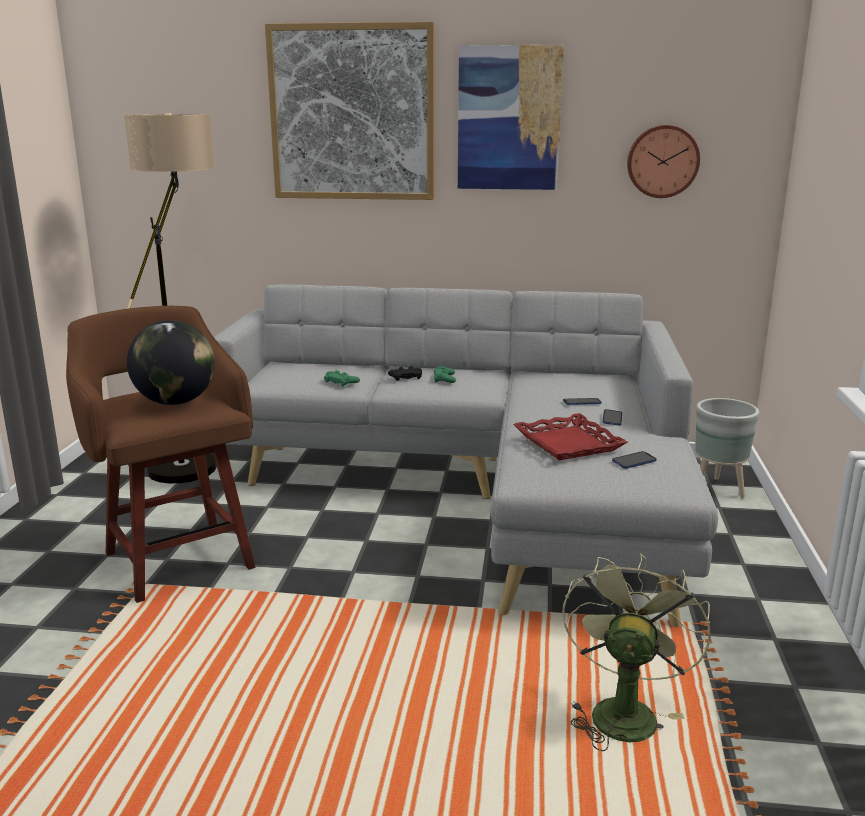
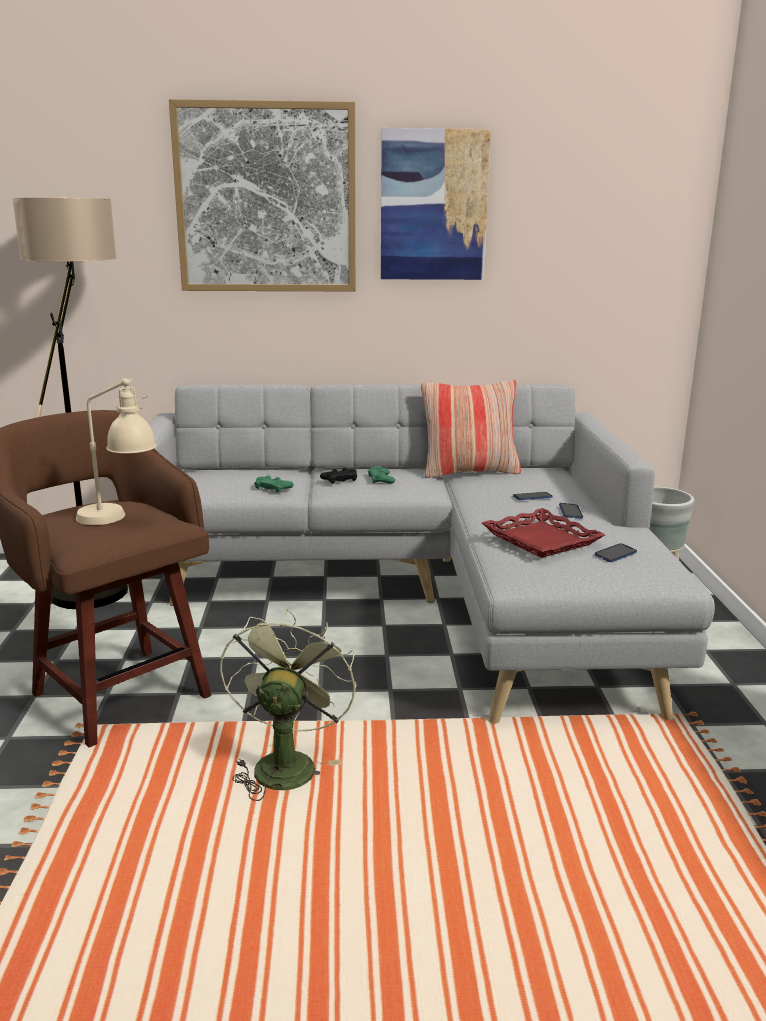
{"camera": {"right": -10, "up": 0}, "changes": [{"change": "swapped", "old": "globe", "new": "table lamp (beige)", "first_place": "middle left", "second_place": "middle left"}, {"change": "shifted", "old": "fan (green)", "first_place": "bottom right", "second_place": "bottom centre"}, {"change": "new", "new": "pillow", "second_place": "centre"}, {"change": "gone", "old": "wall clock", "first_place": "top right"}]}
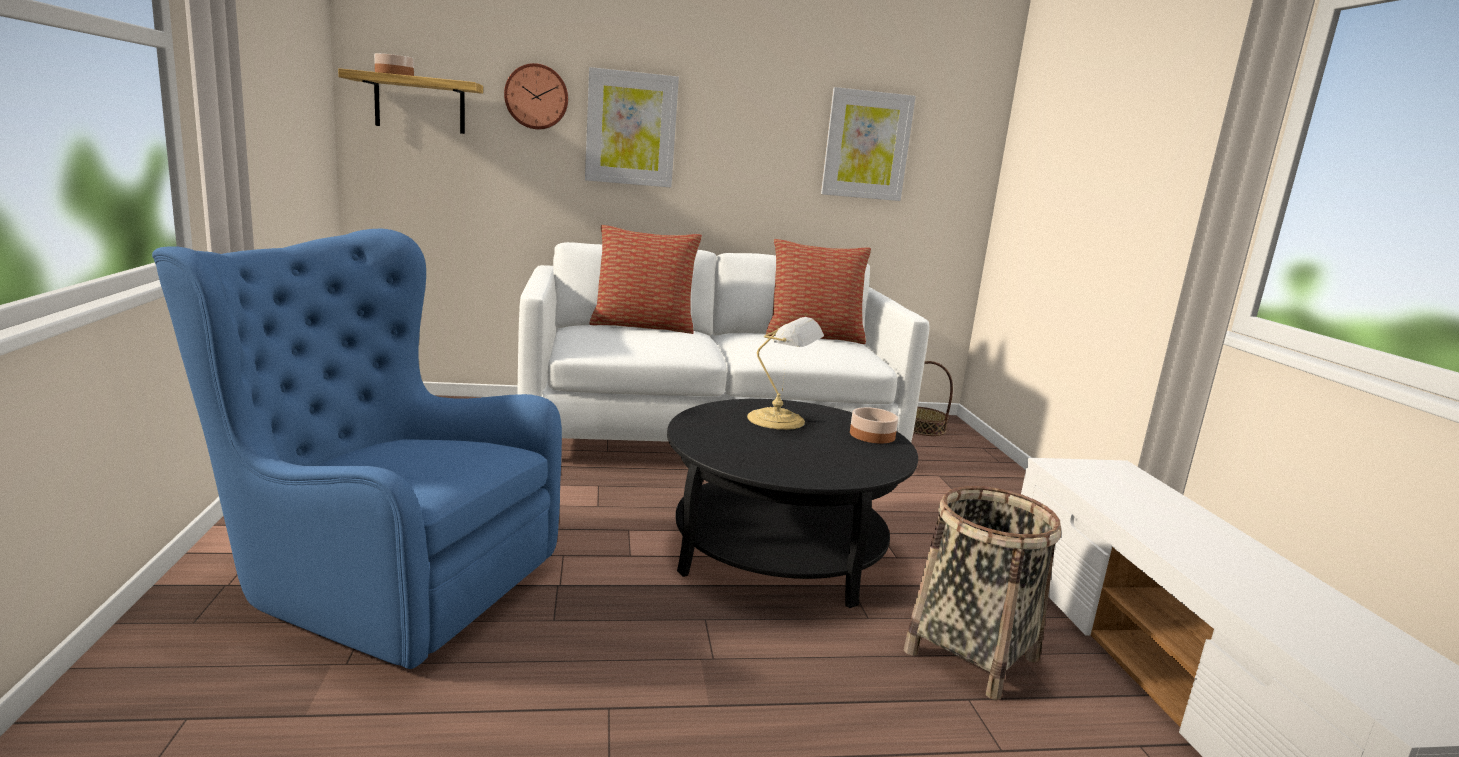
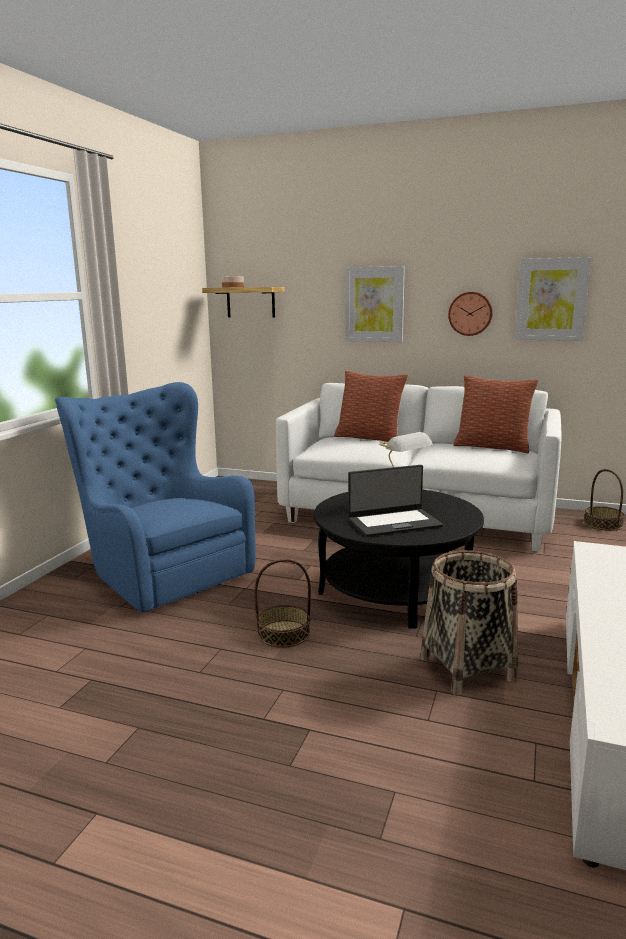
{"camera": {"right": 30, "up": 0}, "changes": [{"change": "new", "new": "basket (no. 1 from left)", "second_place": "centre"}, {"change": "new", "new": "laptop", "second_place": "centre"}, {"change": "shifted", "old": "wall clock", "first_place": "top centre", "second_place": "middle right"}, {"change": "gone", "old": "bowl (no. 2 from left)", "first_place": "centre"}]}
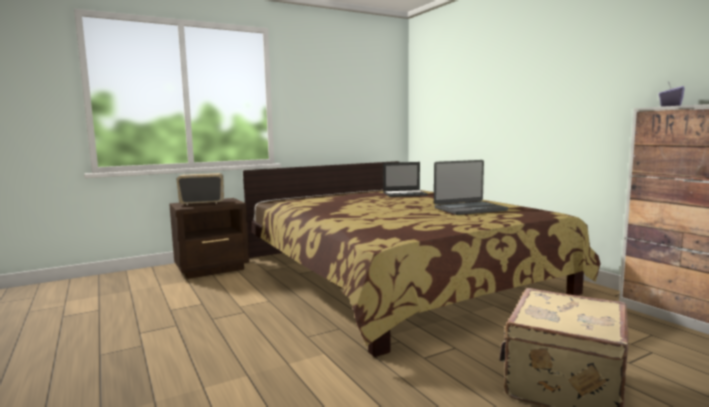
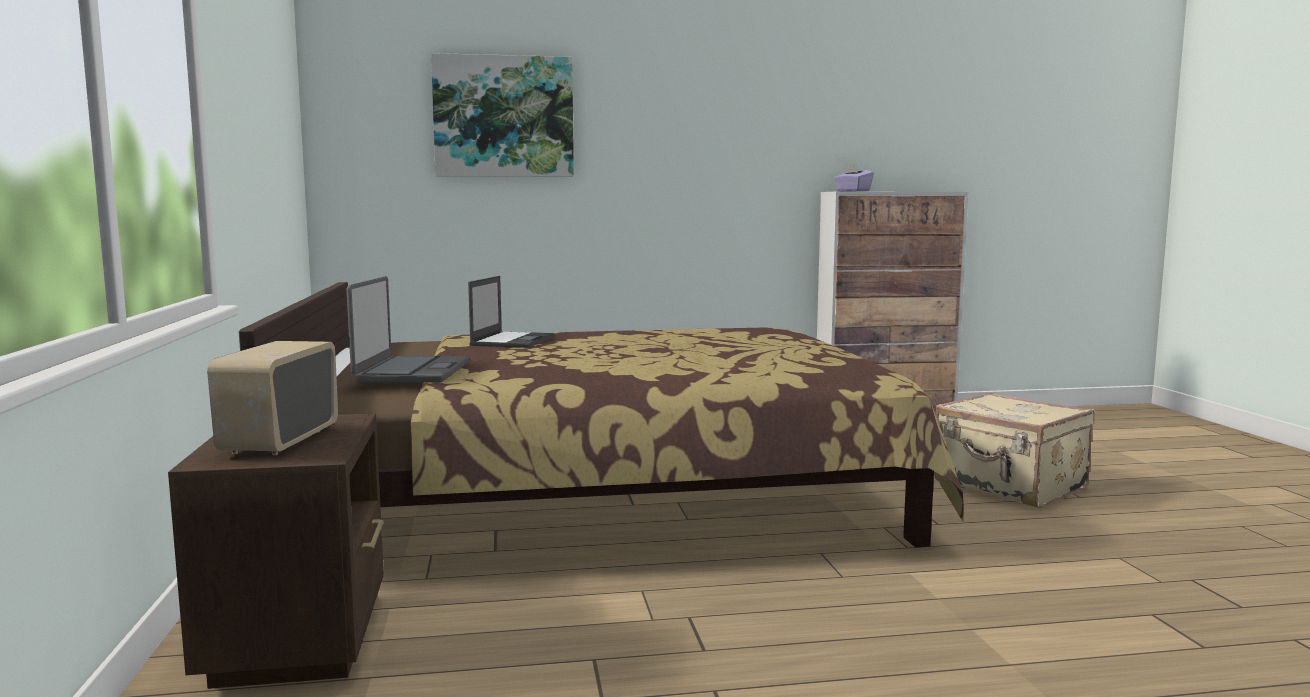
{"camera": {"right": -70, "up": 0}, "changes": [{"change": "shifted", "old": "laptop (no. 2 from left in the first image)", "new": "laptop (no. 1 from left)", "first_place": "centre", "second_place": "middle left"}, {"change": "new", "new": "picture", "second_place": "top centre"}]}
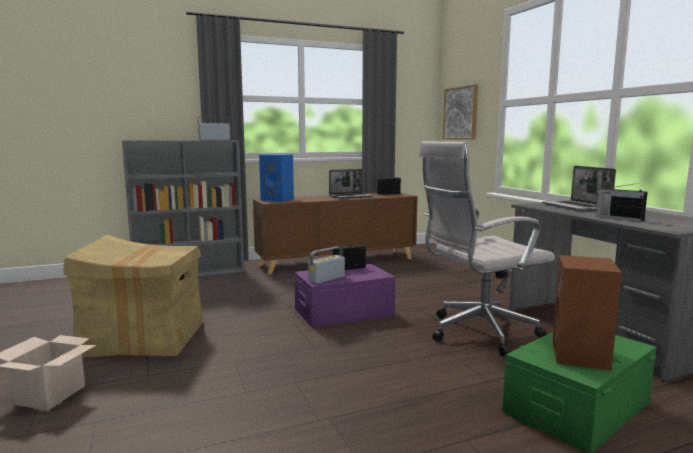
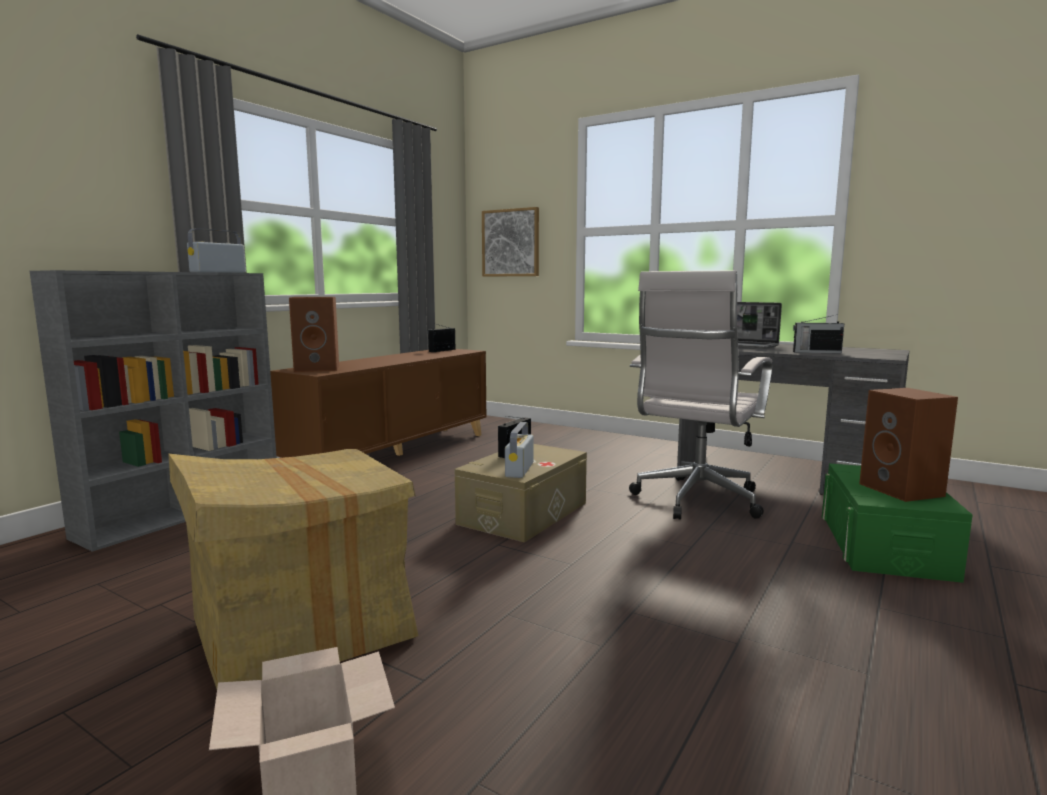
{"camera": {"right": -35, "up": 0}, "changes": [{"change": "repainted", "old": "speaker (blue)", "new": "speaker (brown) (no. 1 from left)", "first_place": "centre", "second_place": "middle left"}, {"change": "repainted", "old": "storage box (purple)", "new": "storage box (beige)", "first_place": "centre", "second_place": "centre"}, {"change": "gone", "old": "laptop (no. 1 from left)", "first_place": "centre"}]}
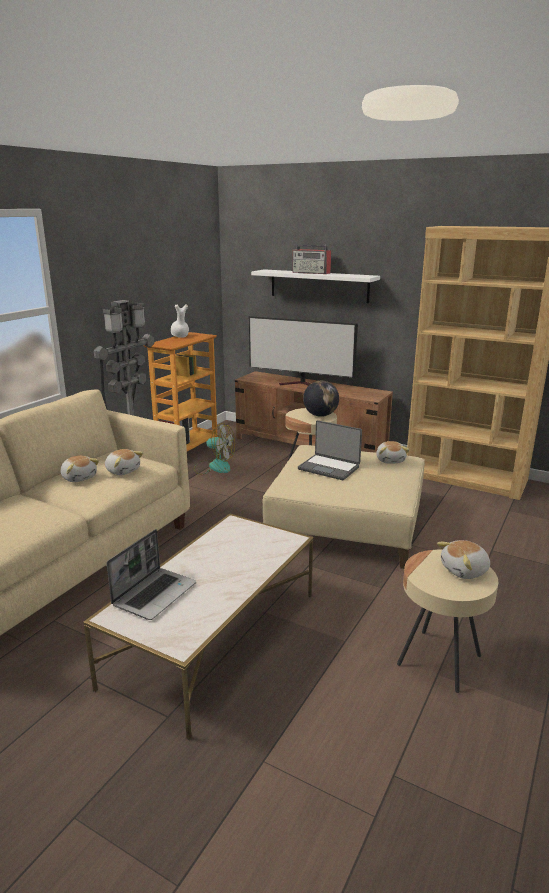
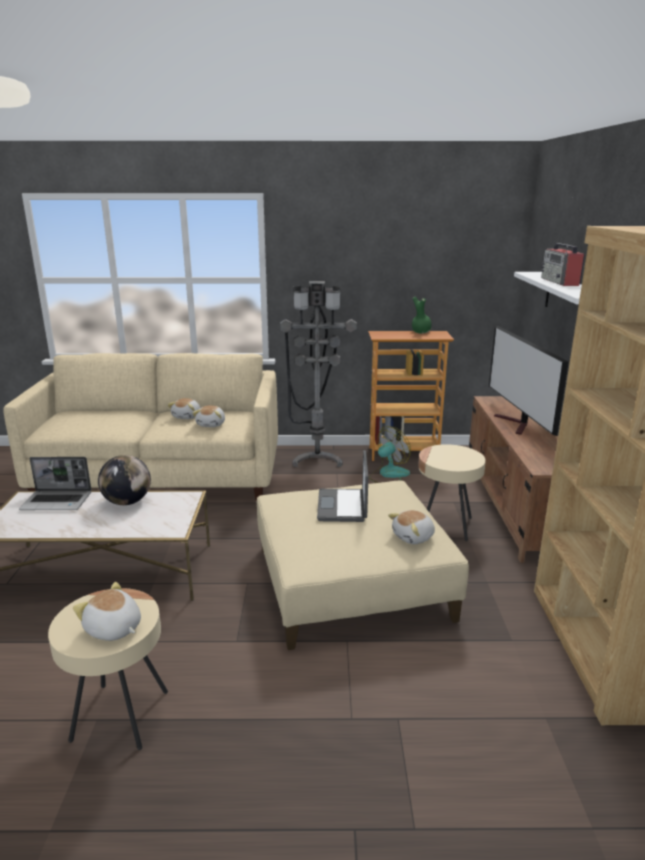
{"camera": {"right": 60, "up": 0}, "changes": [{"change": "shifted", "old": "globe", "first_place": "centre", "second_place": "middle left"}, {"change": "rotated", "old": "fan", "first_place": "centre", "second_place": "centre", "degrees": -120}, {"change": "repainted", "old": "vase (white)", "new": "vase (green)", "first_place": "middle left", "second_place": "centre"}]}
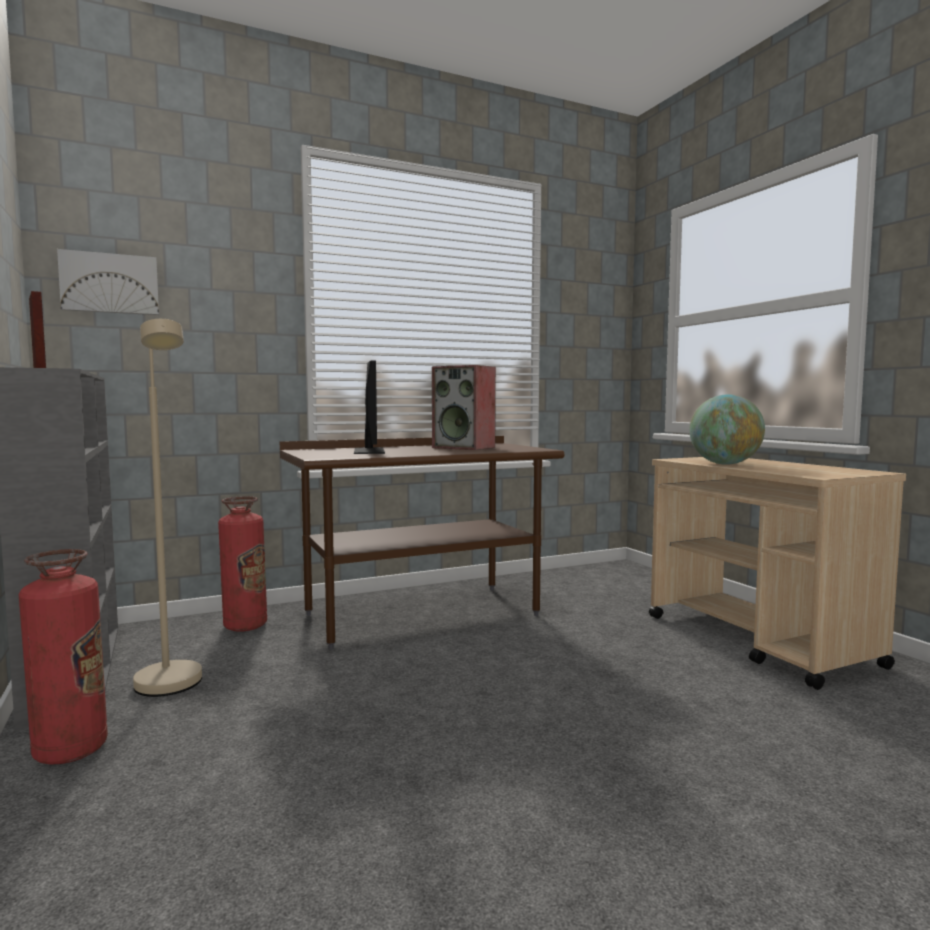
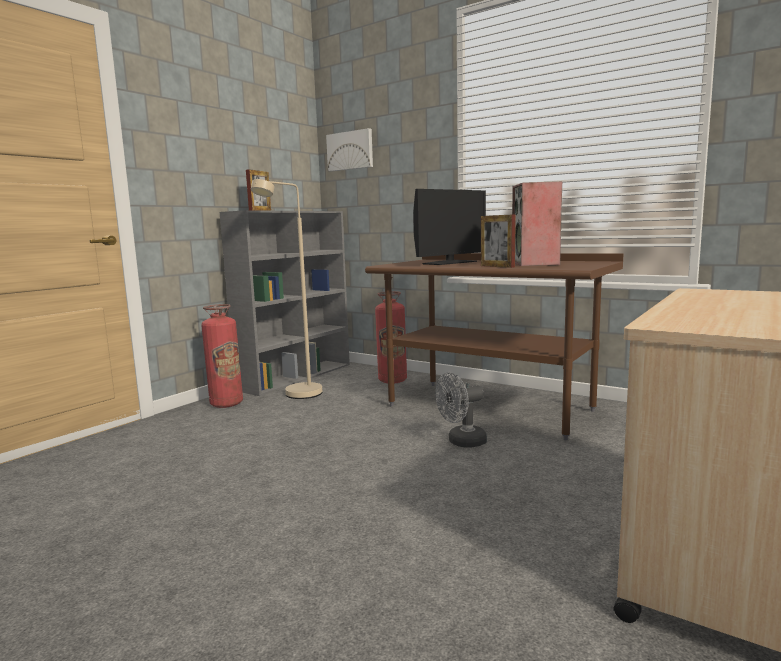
{"camera": {"right": 60, "up": 5}, "changes": [{"change": "new", "new": "fan (grey)", "second_place": "centre"}, {"change": "new", "new": "picture frame (no. 2 from left)", "second_place": "centre"}, {"change": "gone", "old": "globe", "first_place": "middle right"}]}
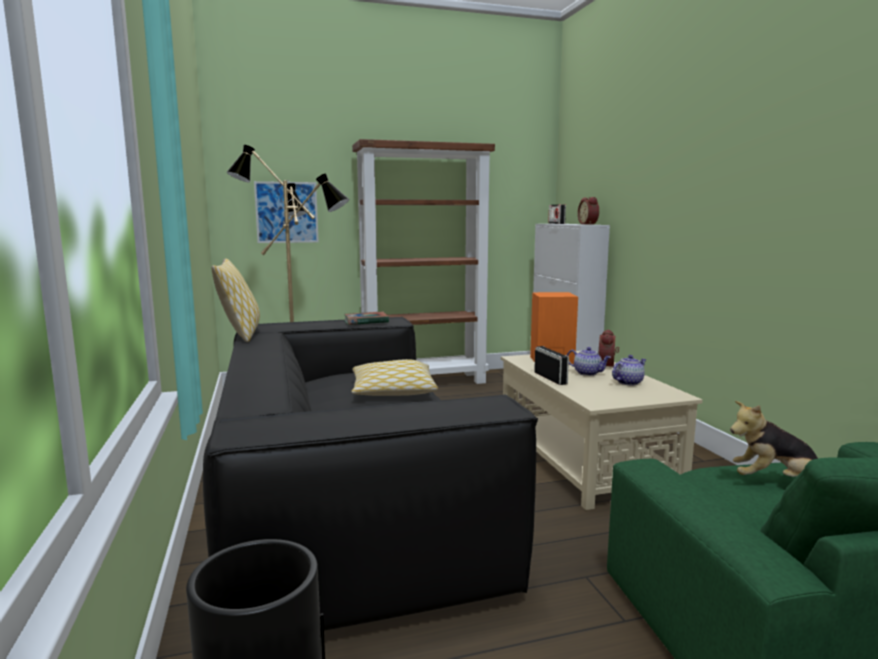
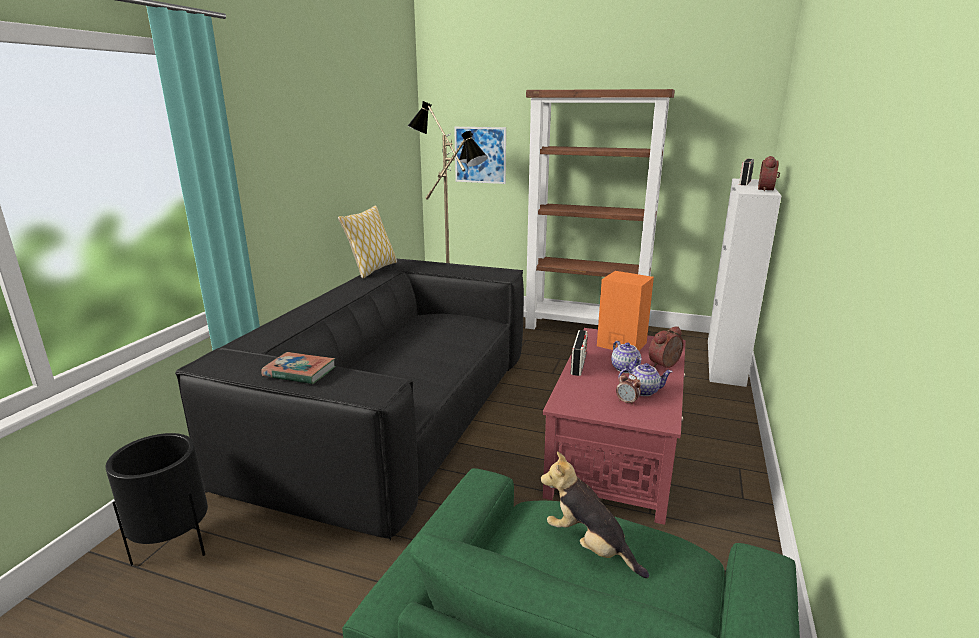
{"camera": {"right": 35, "up": 10}, "changes": [{"change": "shifted", "old": "book", "first_place": "centre", "second_place": "middle left"}, {"change": "repainted", "old": "coffee table (beige)", "new": "coffee table (red)", "first_place": "middle right", "second_place": "bottom centre"}, {"change": "new", "new": "alarm clock (no. 1 from left)", "second_place": "centre"}, {"change": "gone", "old": "pillow (no. 2 from left)", "first_place": "centre"}]}
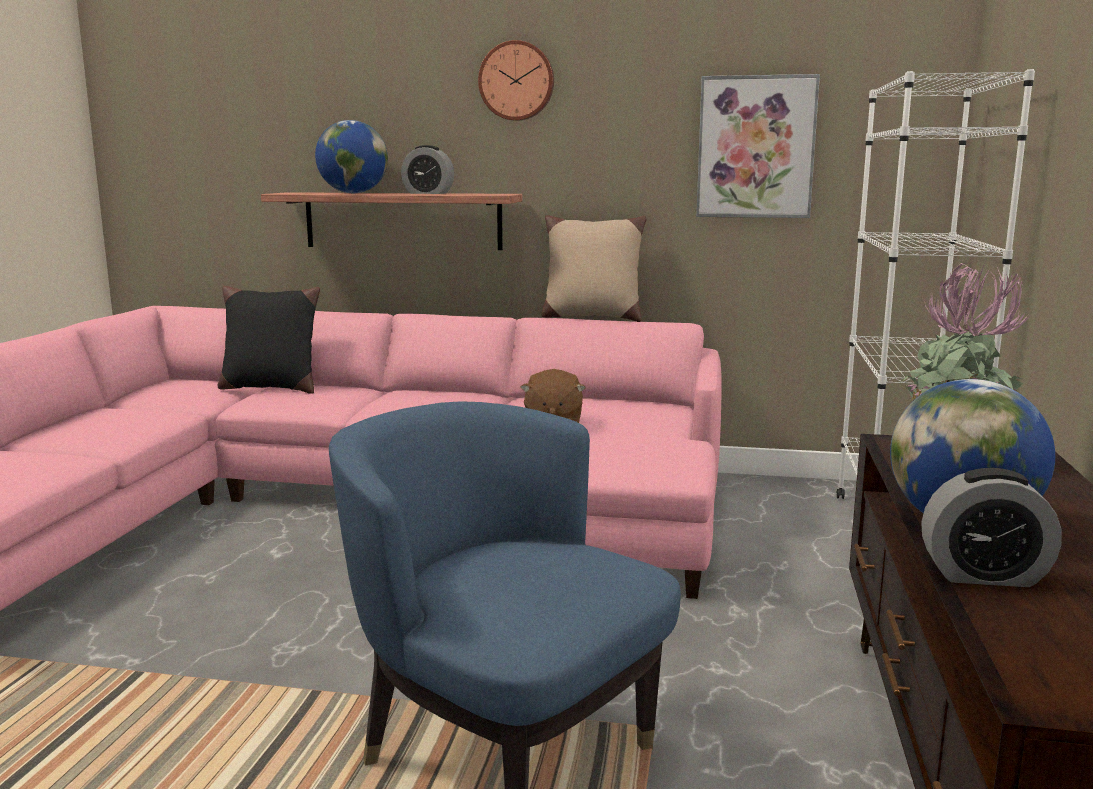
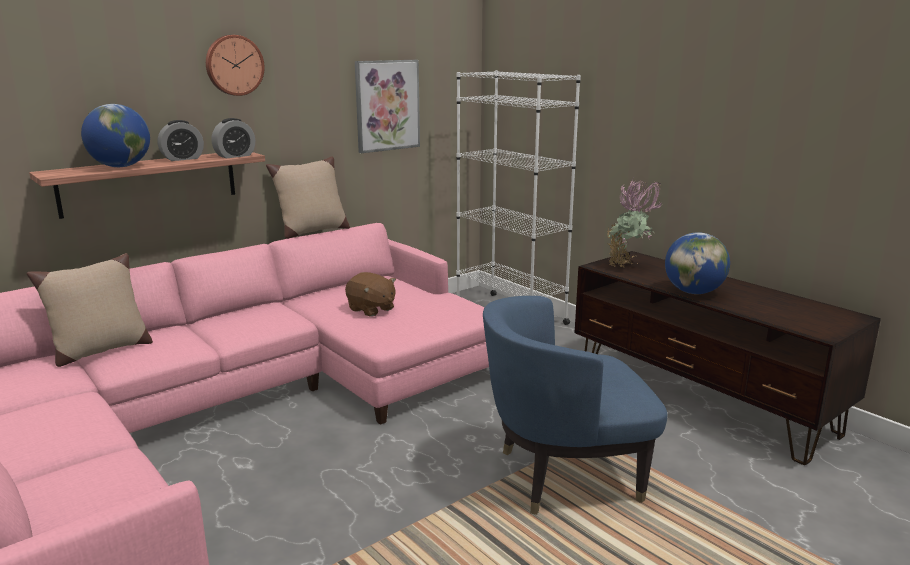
{"camera": {"right": -50, "up": 5}, "changes": [{"change": "repainted", "old": "pillow (black)", "new": "pillow (beige) (no. 1 from left)", "first_place": "middle left", "second_place": "middle left"}, {"change": "shifted", "old": "alarm clock (no. 2 from left)", "first_place": "bottom right", "second_place": "top left"}]}
